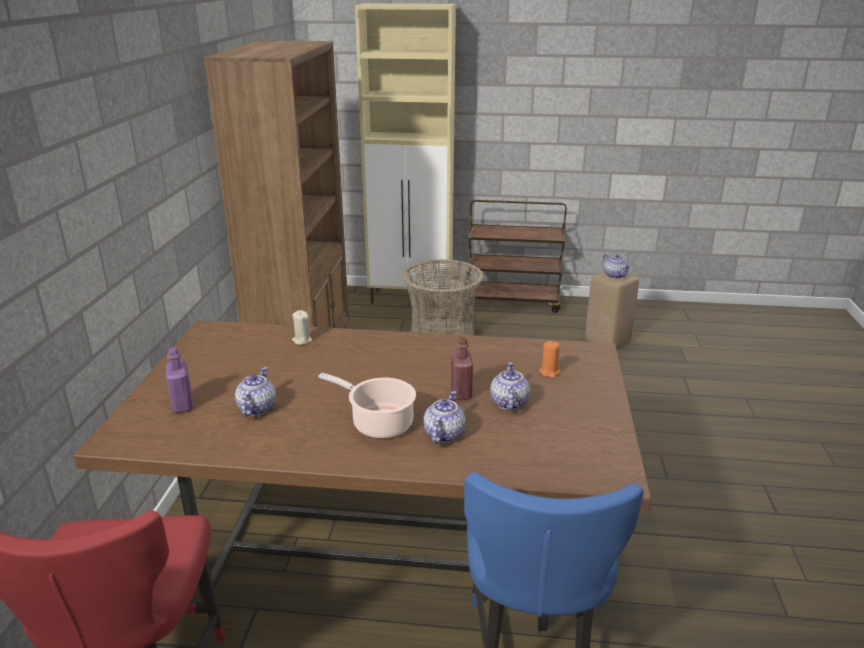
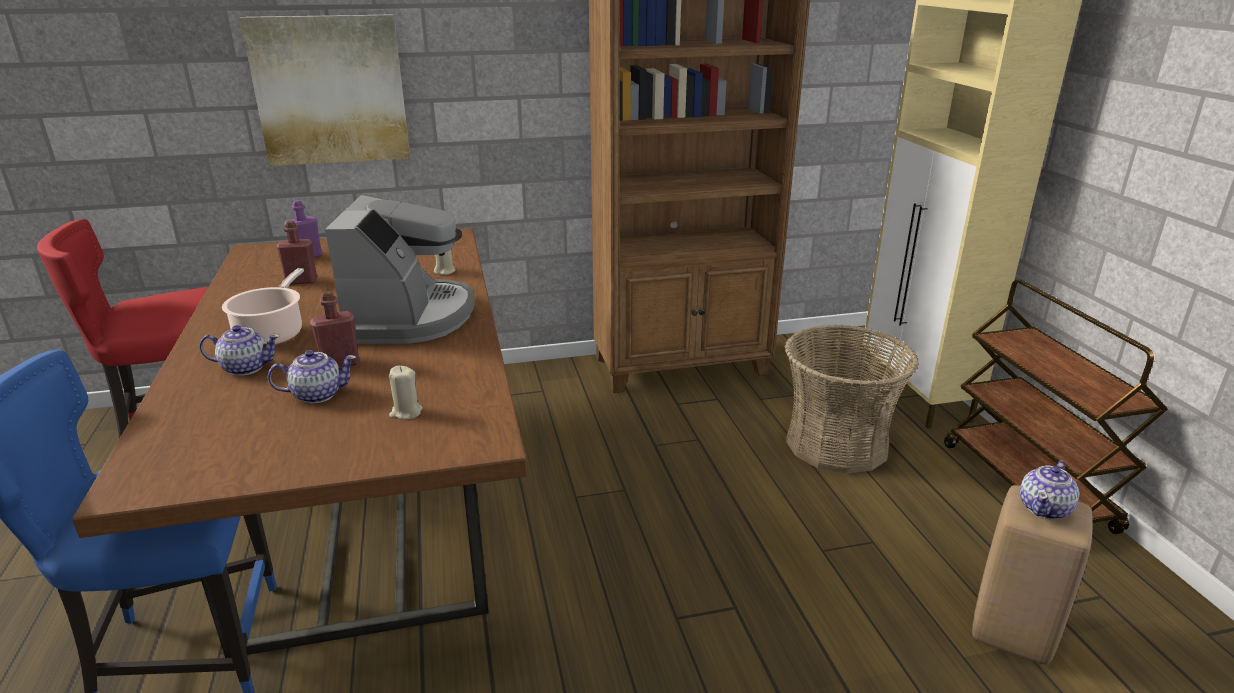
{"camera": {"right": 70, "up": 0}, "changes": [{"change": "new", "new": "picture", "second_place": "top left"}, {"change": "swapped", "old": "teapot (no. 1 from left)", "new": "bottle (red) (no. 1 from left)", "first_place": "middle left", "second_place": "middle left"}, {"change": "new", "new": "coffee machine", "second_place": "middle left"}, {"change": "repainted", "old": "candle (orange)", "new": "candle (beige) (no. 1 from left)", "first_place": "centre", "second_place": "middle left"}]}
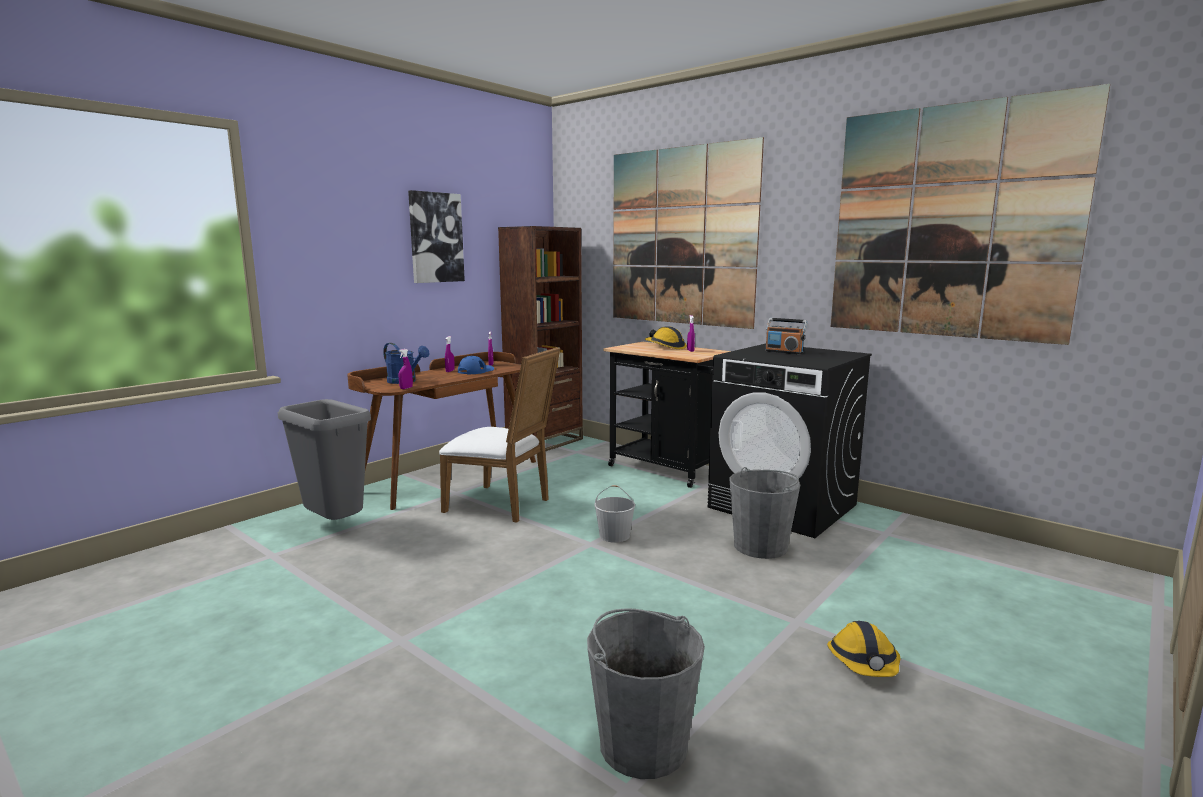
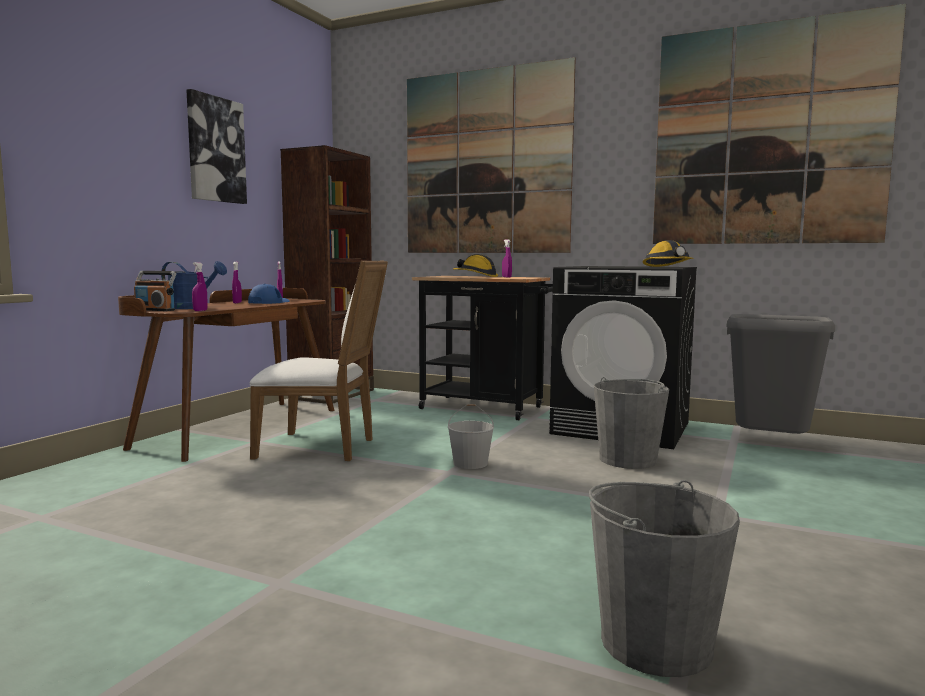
{"camera": {"right": -15, "up": -5}, "changes": [{"change": "shifted", "old": "radio", "first_place": "centre", "second_place": "middle left"}, {"change": "shifted", "old": "hard hat (no. 2 from left)", "first_place": "bottom right", "second_place": "middle right"}, {"change": "shifted", "old": "trash can (grey)", "first_place": "middle left", "second_place": "middle right"}]}
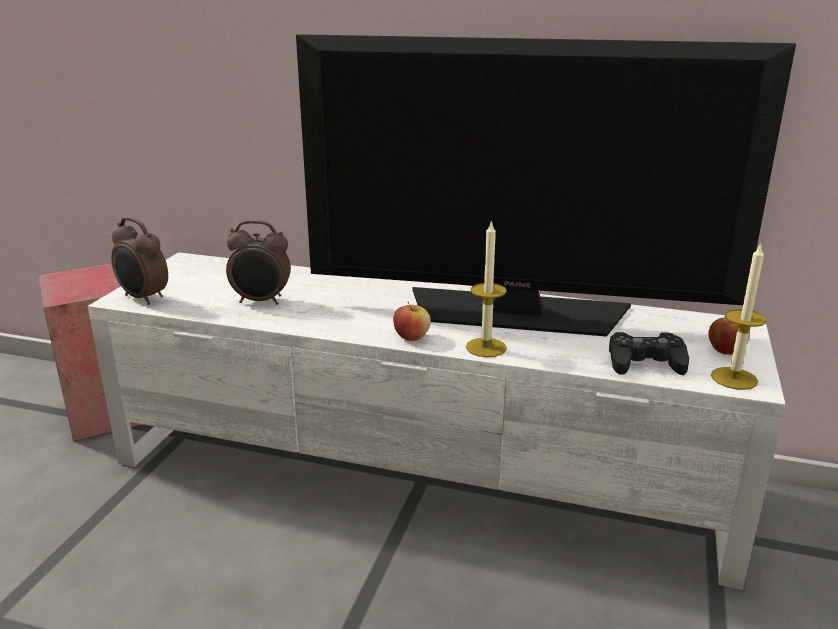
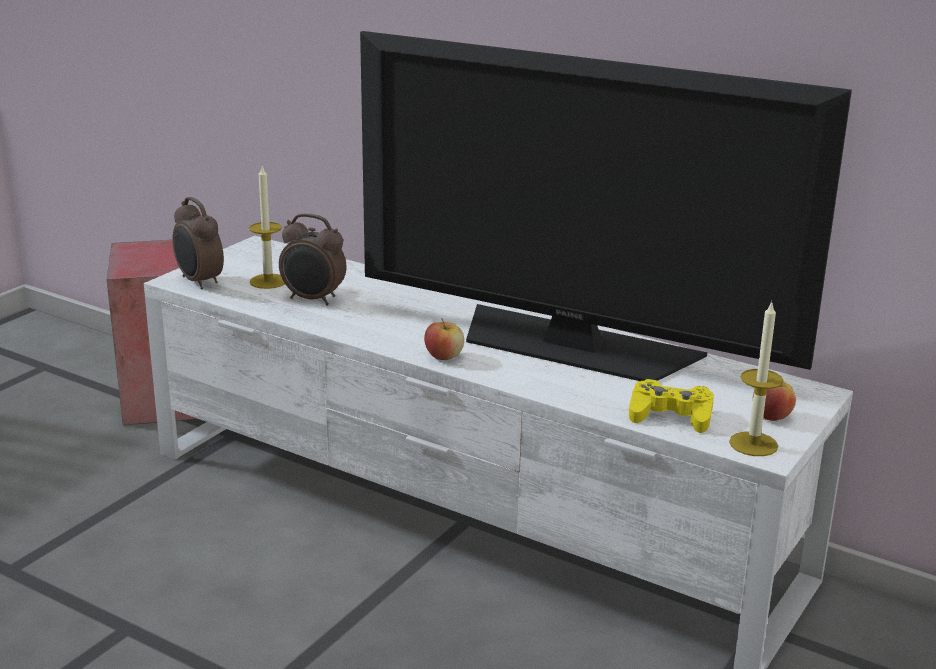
{"camera": {"right": 15, "up": 0}, "changes": [{"change": "shifted", "old": "candle (no. 1 from left)", "first_place": "centre", "second_place": "middle left"}, {"change": "repainted", "old": "game controller (black)", "new": "game controller (yellow)", "first_place": "middle right", "second_place": "middle right"}]}
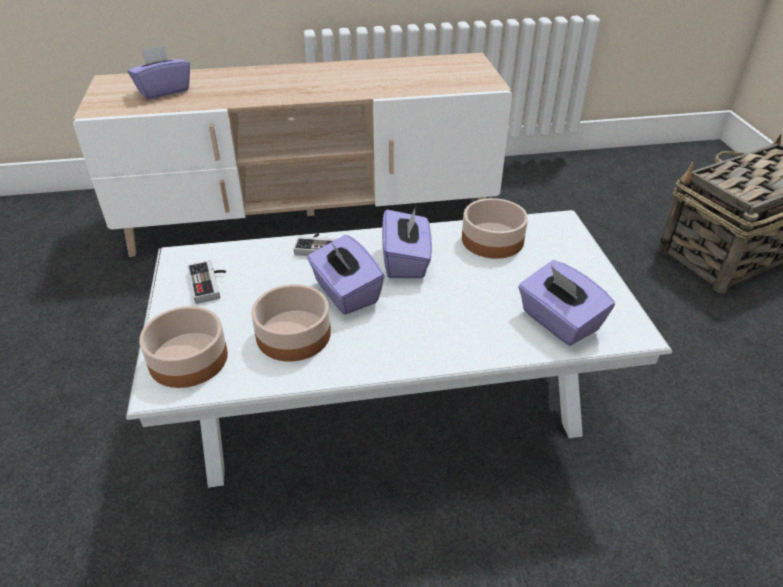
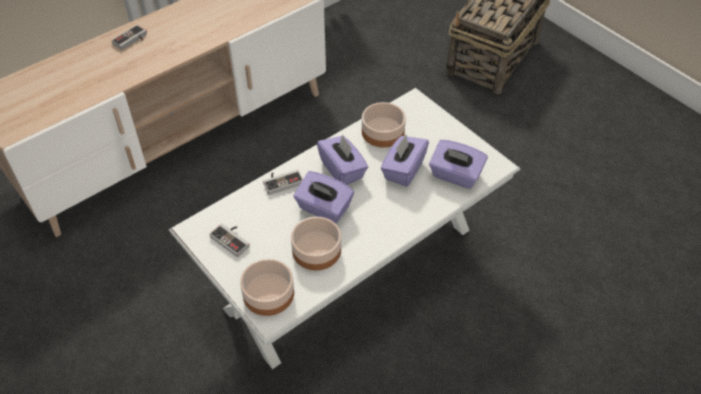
{"camera": {"right": -30, "up": 10}, "changes": [{"change": "new", "new": "game controller (no. 1 from left)", "second_place": "top left"}, {"change": "shifted", "old": "tissue box (purple) (no. 1 from left in the first image)", "new": "tissue box (purple) (no. 3 from left)", "first_place": "top left", "second_place": "centre"}]}
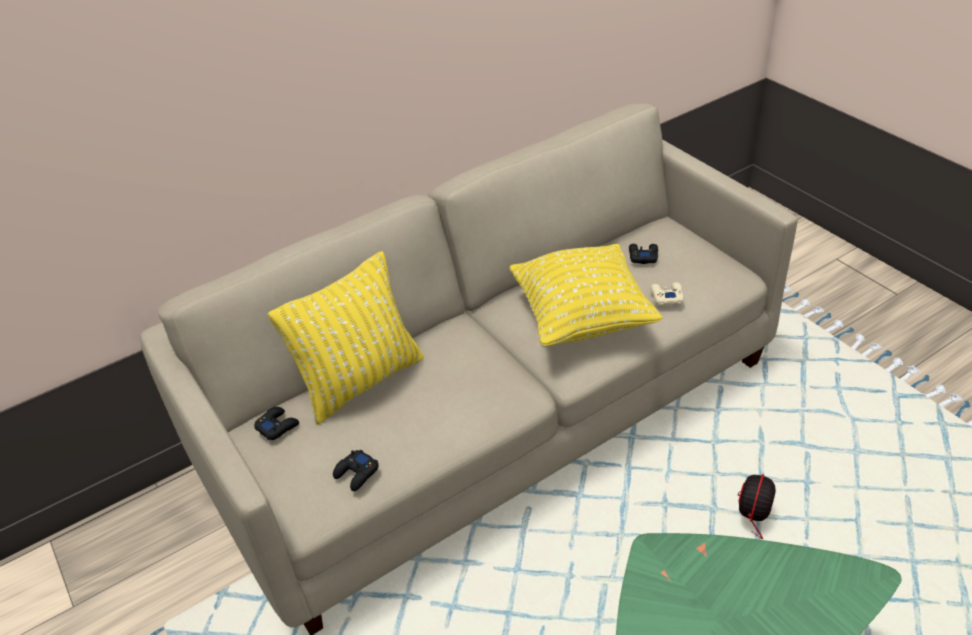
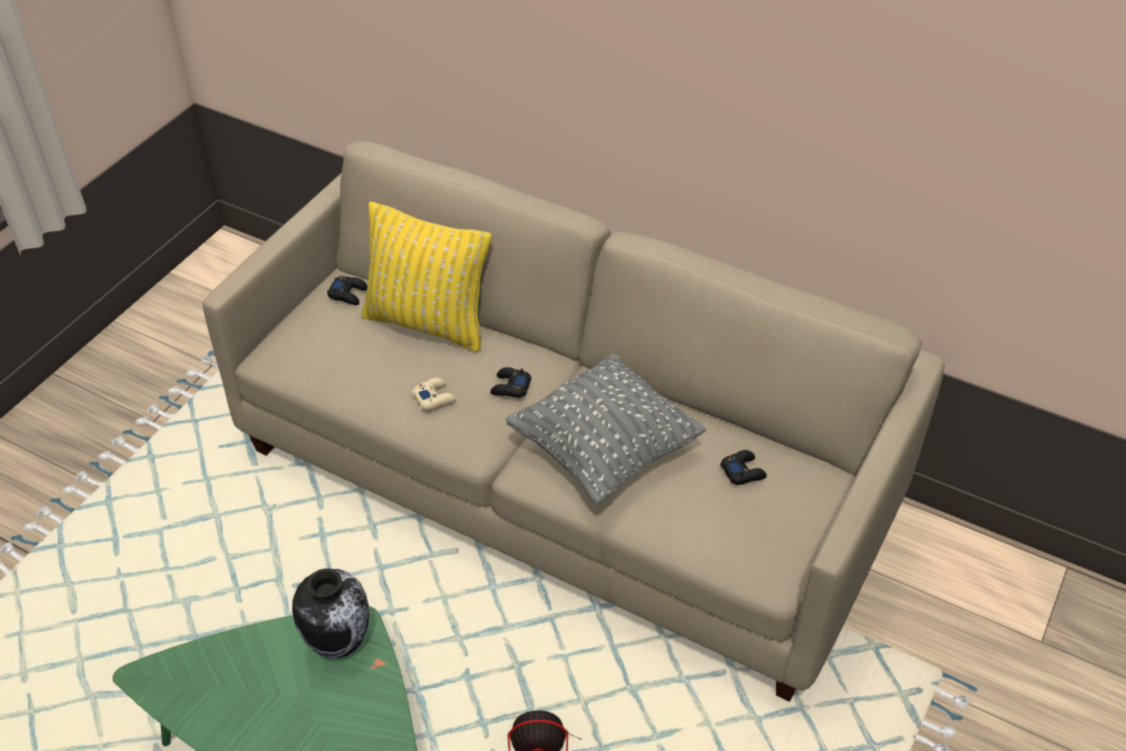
{"camera": {"right": 60, "up": 5}, "changes": [{"change": "new", "new": "vase", "second_place": "bottom left"}, {"change": "shifted", "old": "game controller (beige)", "first_place": "middle right", "second_place": "centre"}, {"change": "shifted", "old": "game controller (black) (no. 2 from left)", "first_place": "bottom centre", "second_place": "centre"}, {"change": "repainted", "old": "pillow (yellow) (no. 2 from left)", "new": "pillow (grey)", "first_place": "centre", "second_place": "centre"}]}
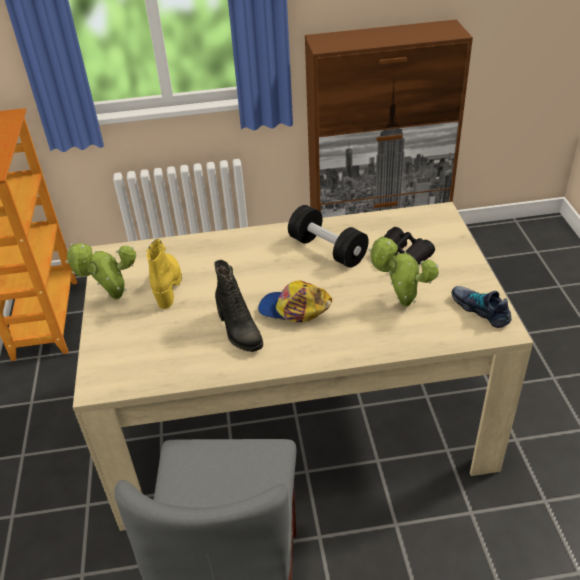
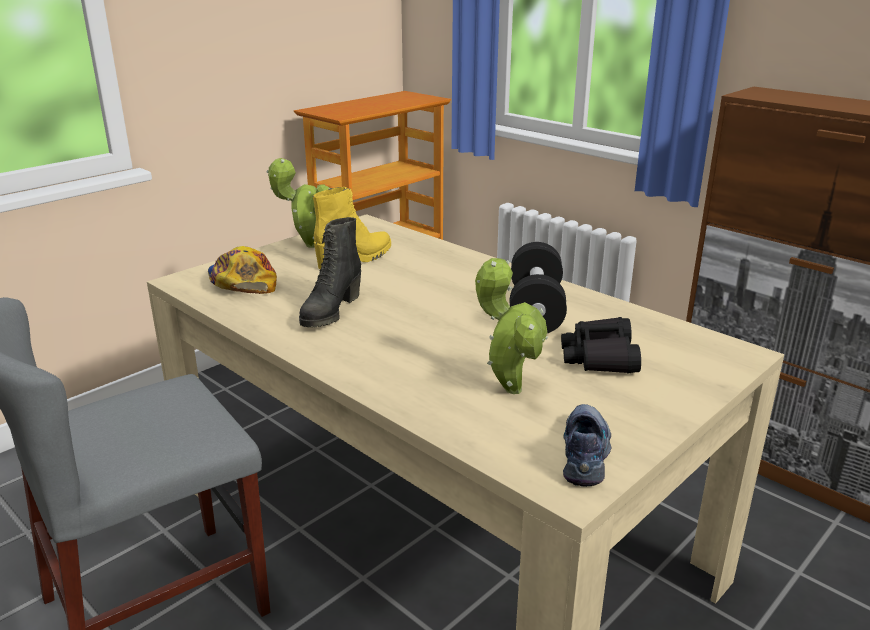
{"camera": {"right": 50, "up": -15}, "changes": [{"change": "shifted", "old": "cap", "first_place": "centre", "second_place": "middle left"}]}
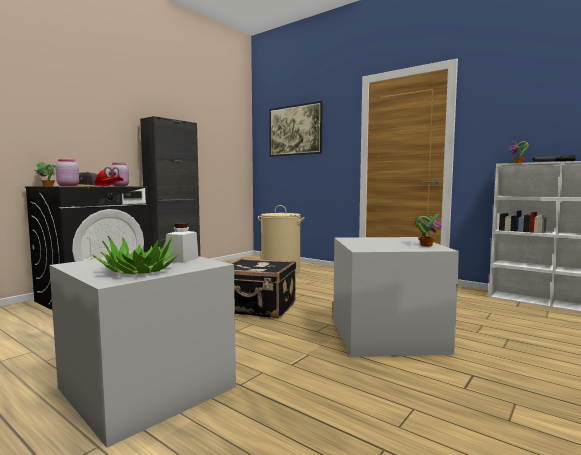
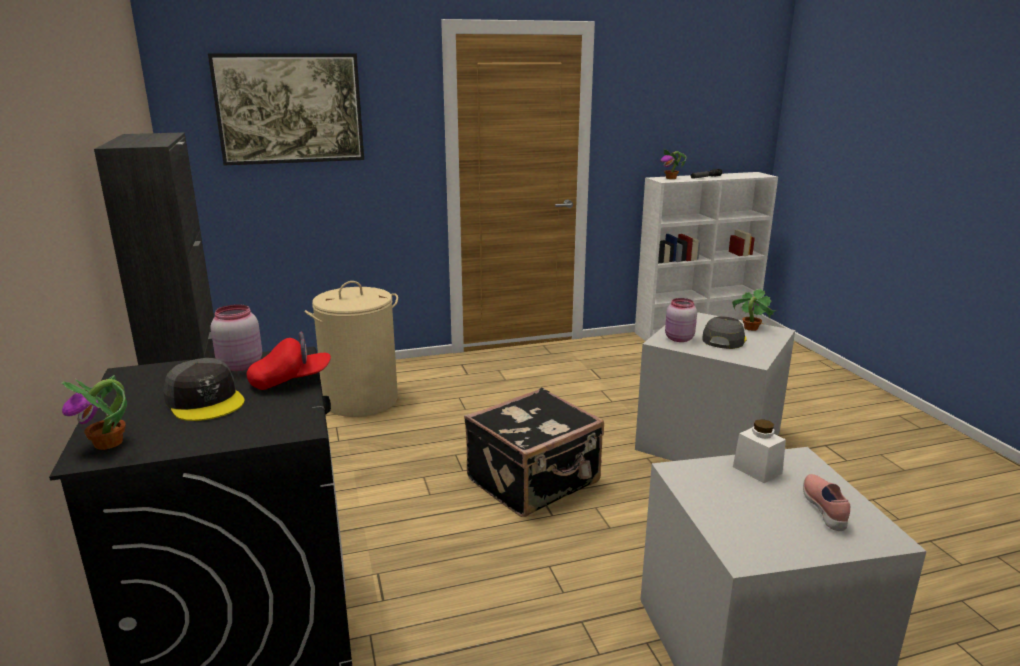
{"camera": {"right": -55, "up": 15}, "changes": [{"change": "shifted", "old": "jar (pink) (no. 1 from left in the first image)", "new": "jar (pink) (no. 2 from left)", "first_place": "middle left", "second_place": "middle right"}, {"change": "new", "new": "cap (grey) (no. 2 from left)", "second_place": "middle right"}, {"change": "swapped", "old": "potted plant (no. 2 from left)", "new": "shoe (pink)", "first_place": "middle left", "second_place": "bottom right"}]}
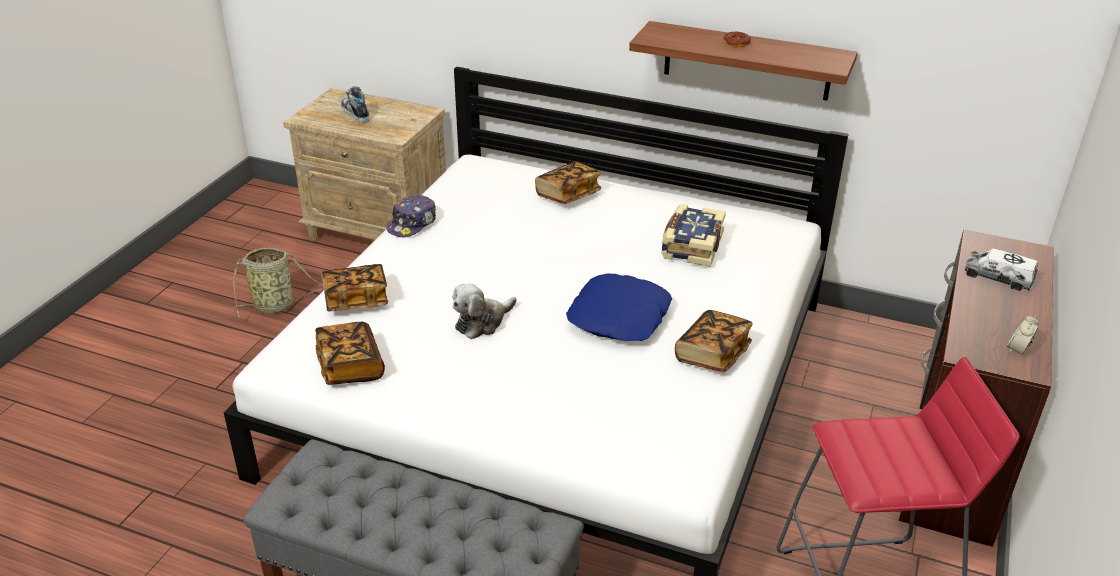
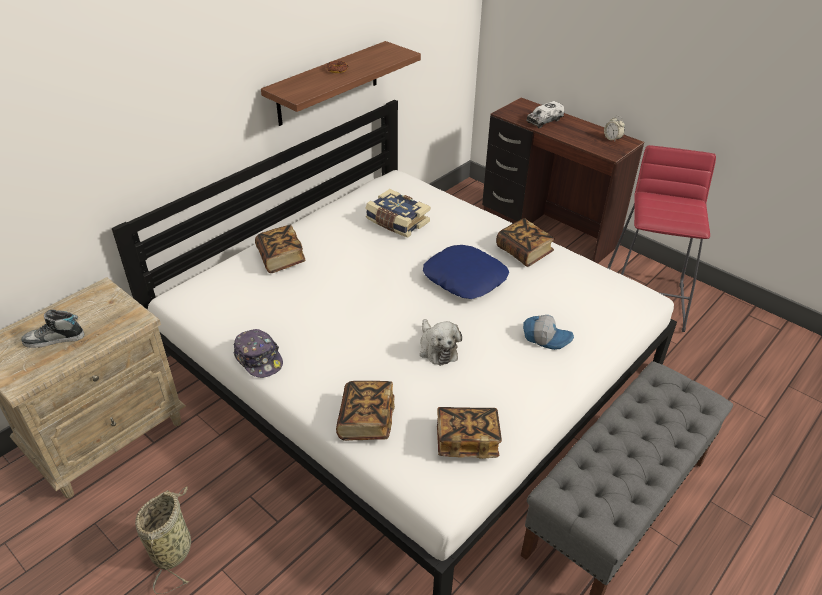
{"camera": {"right": -70, "up": 5}, "changes": [{"change": "new", "new": "cap (no. 2 from left)", "second_place": "middle right"}]}
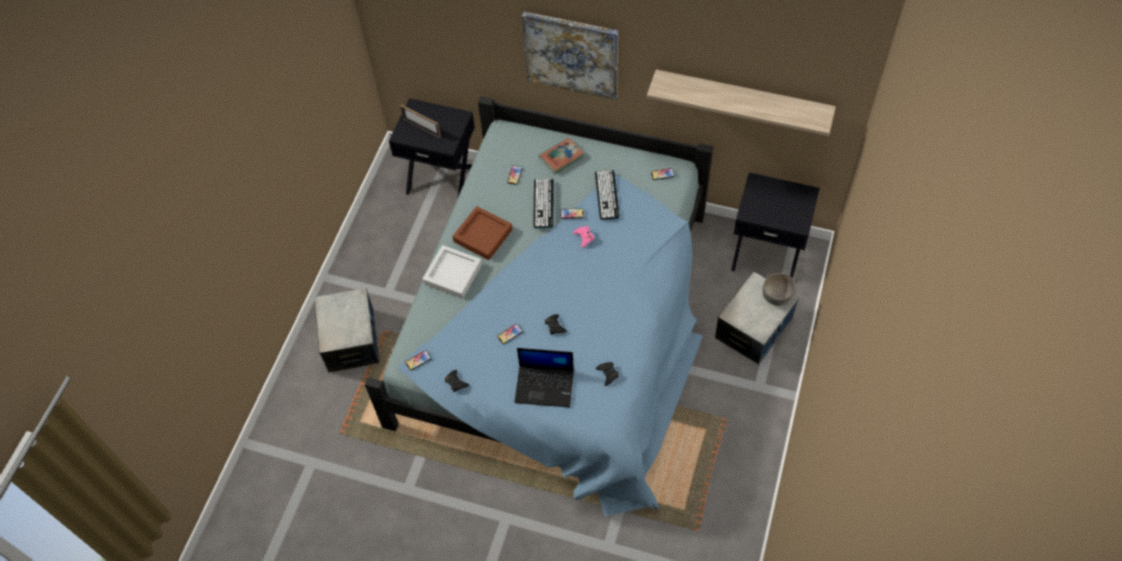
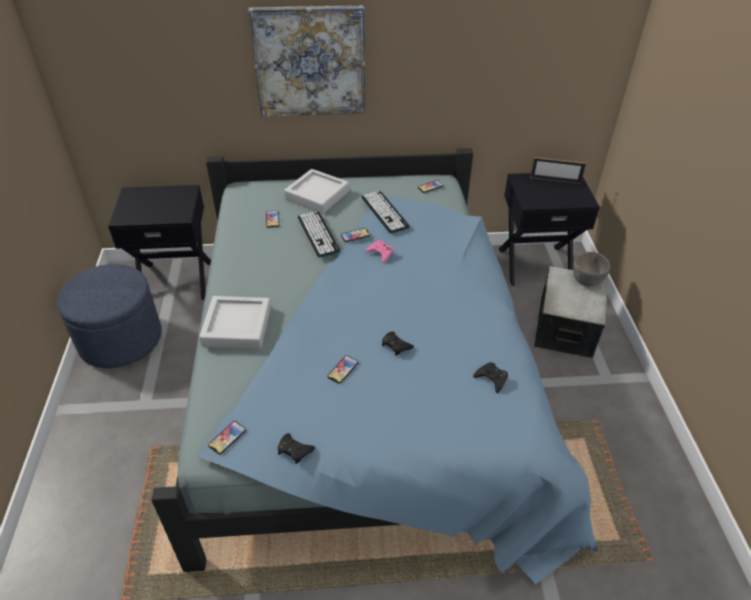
{"camera": {"right": -25, "up": -15}, "changes": [{"change": "new", "new": "ottoman (blue)", "second_place": "middle left"}, {"change": "swapped", "old": "book", "new": "tray (grey) (no. 2 from left)", "first_place": "top centre", "second_place": "top centre"}, {"change": "shifted", "old": "picture frame", "first_place": "top centre", "second_place": "top right"}, {"change": "gone", "old": "storage box (no. 1 from left)", "first_place": "middle left"}, {"change": "gone", "old": "tray (brown)", "first_place": "centre"}, {"change": "gone", "old": "laptop", "first_place": "bottom centre"}, {"change": "gone", "old": "shelf", "first_place": "top centre"}]}
